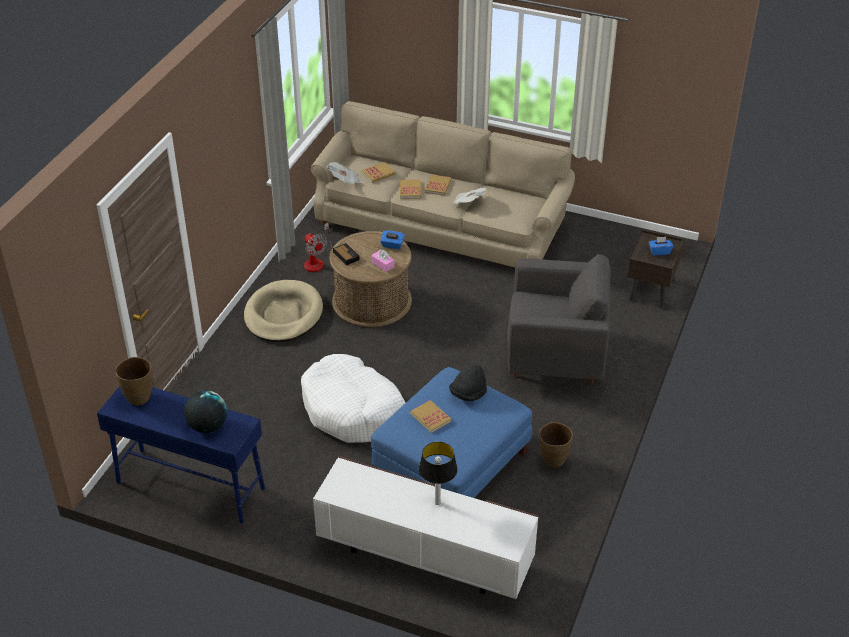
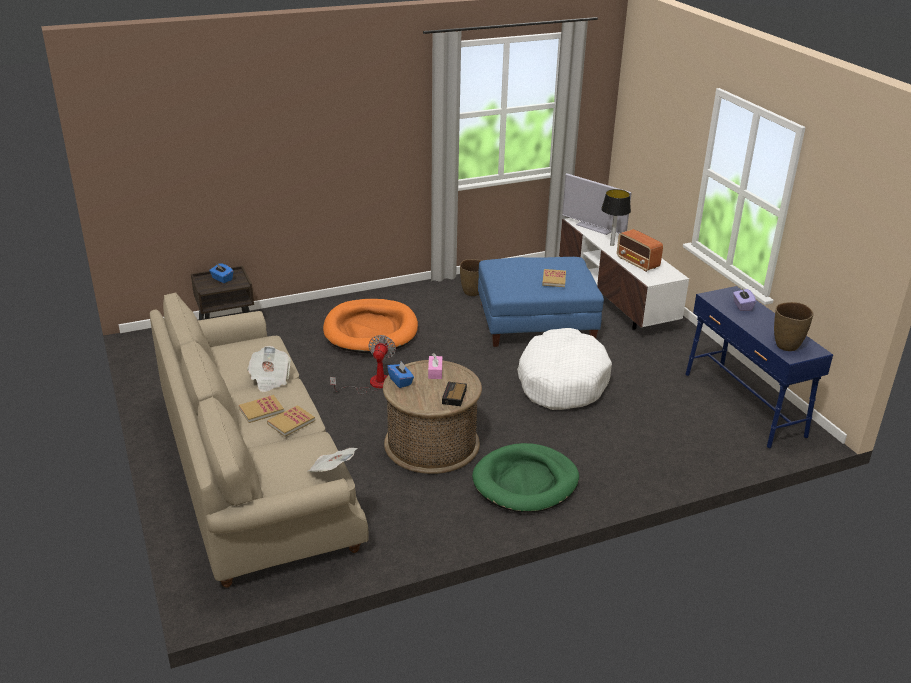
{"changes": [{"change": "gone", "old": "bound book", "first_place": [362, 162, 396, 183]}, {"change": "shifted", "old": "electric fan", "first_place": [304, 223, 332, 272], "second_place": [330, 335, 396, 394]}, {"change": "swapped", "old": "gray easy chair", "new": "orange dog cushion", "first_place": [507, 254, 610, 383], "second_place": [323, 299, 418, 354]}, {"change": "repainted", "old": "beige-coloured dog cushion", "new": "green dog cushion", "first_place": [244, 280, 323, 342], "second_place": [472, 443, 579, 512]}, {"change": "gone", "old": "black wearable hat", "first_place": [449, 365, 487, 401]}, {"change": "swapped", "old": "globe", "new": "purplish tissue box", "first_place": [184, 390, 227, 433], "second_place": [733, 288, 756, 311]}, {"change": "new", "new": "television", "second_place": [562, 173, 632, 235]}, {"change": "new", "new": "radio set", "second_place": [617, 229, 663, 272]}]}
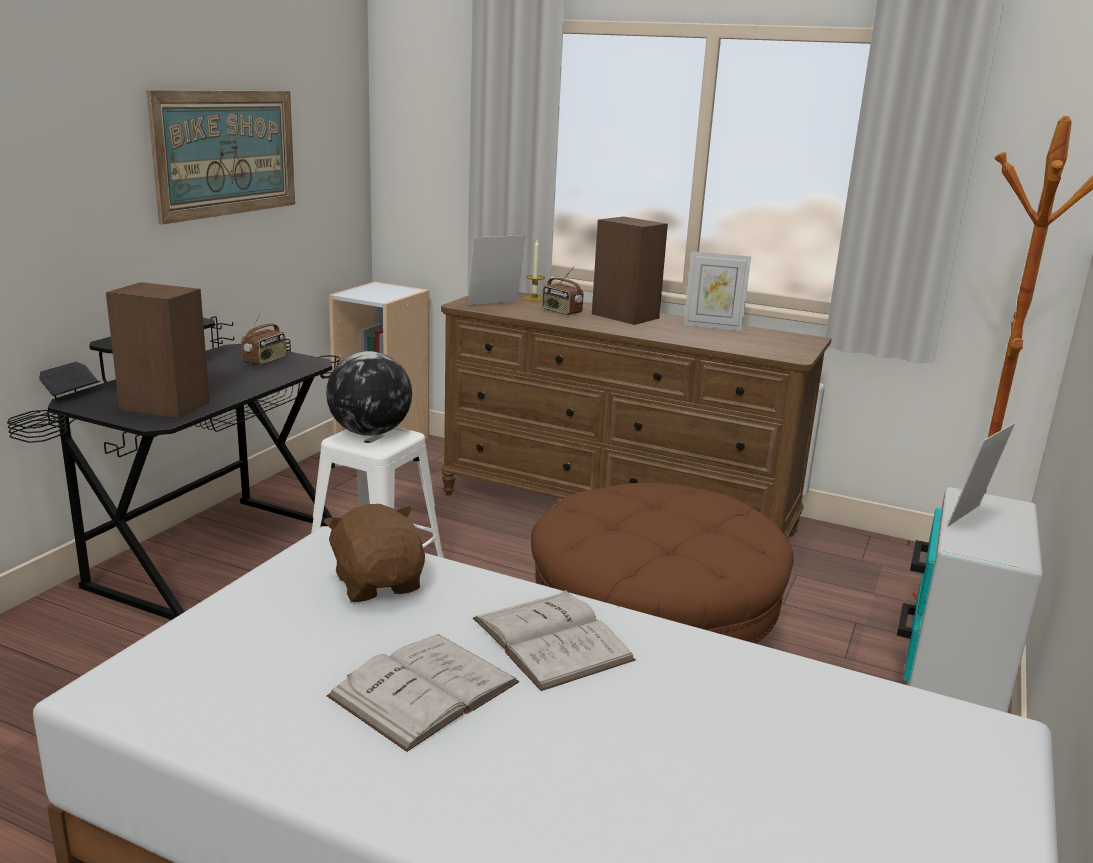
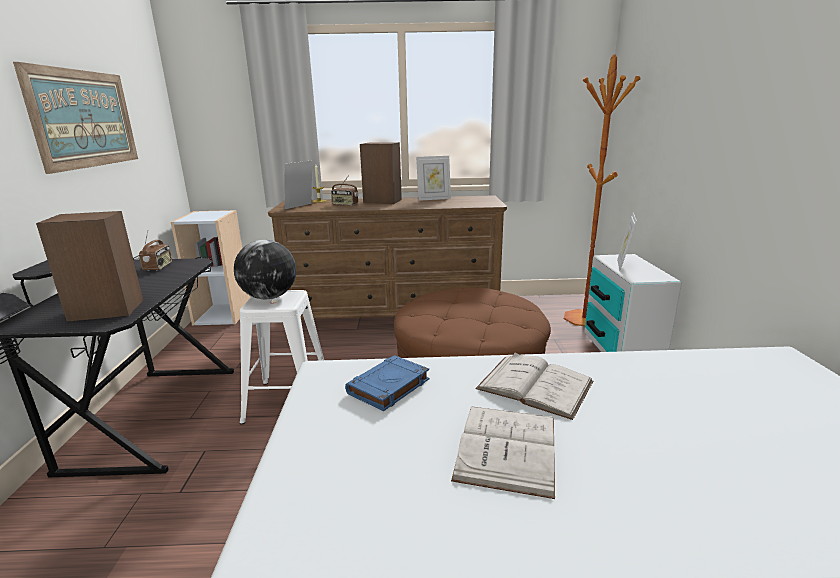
{"changes": [{"change": "swapped", "old": "brown-coloured cuddly toy", "new": "blue bound book", "first_place": [324, 504, 425, 602], "second_place": [345, 355, 429, 411]}]}
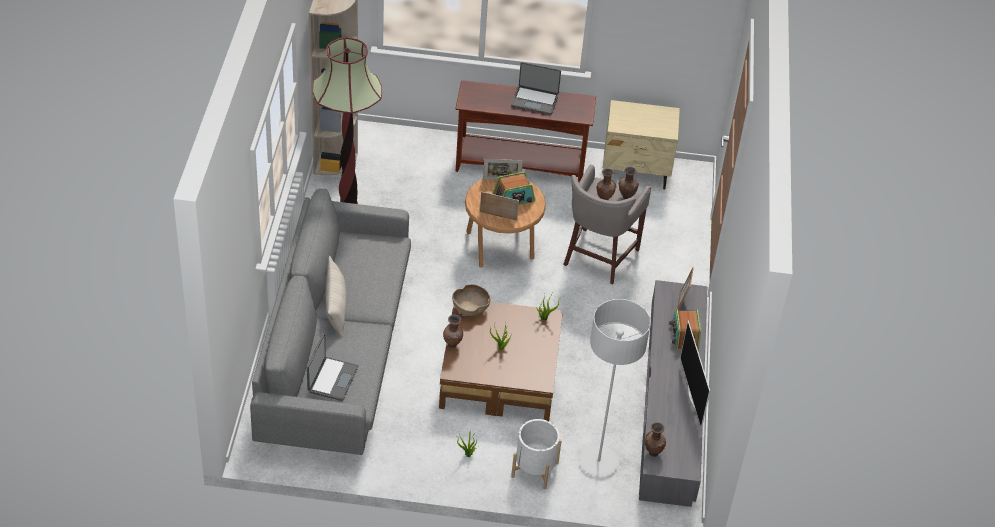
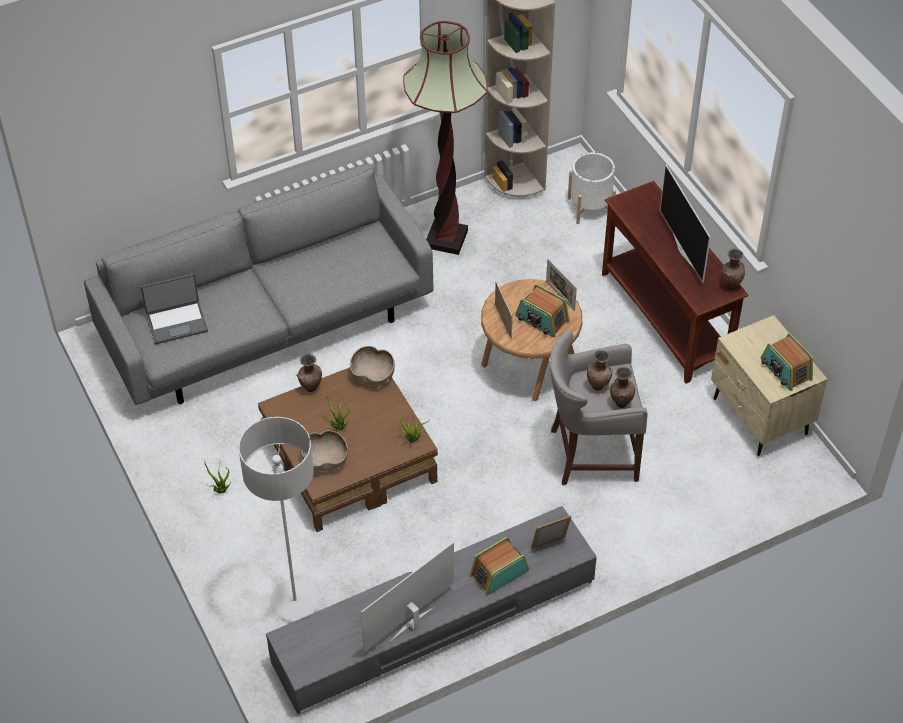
{"changes": [{"change": "swapped", "old": "portable computer", "new": "television", "first_place": [511, 62, 561, 115], "second_place": [660, 164, 711, 283]}, {"change": "gone", "old": "beige-coloured pillow", "first_place": [325, 256, 347, 338]}, {"change": "shifted", "old": "white plant pot", "first_place": [511, 419, 562, 489], "second_place": [568, 152, 616, 224]}, {"change": "shifted", "old": "brown-coloured vase", "first_place": [645, 422, 666, 457], "second_place": [721, 249, 745, 290]}, {"change": "new", "new": "radio set", "second_place": [761, 333, 813, 391]}, {"change": "new", "new": "brown-coloured serving bowl", "second_place": [301, 430, 348, 471]}]}
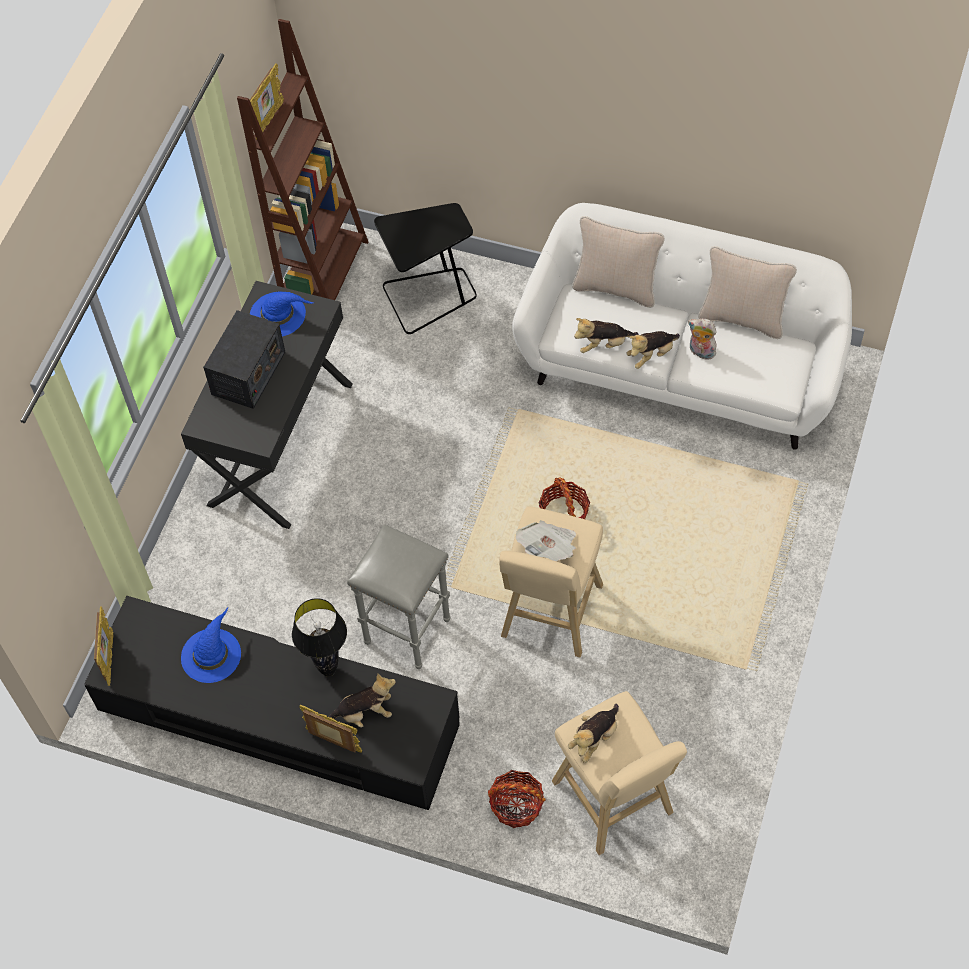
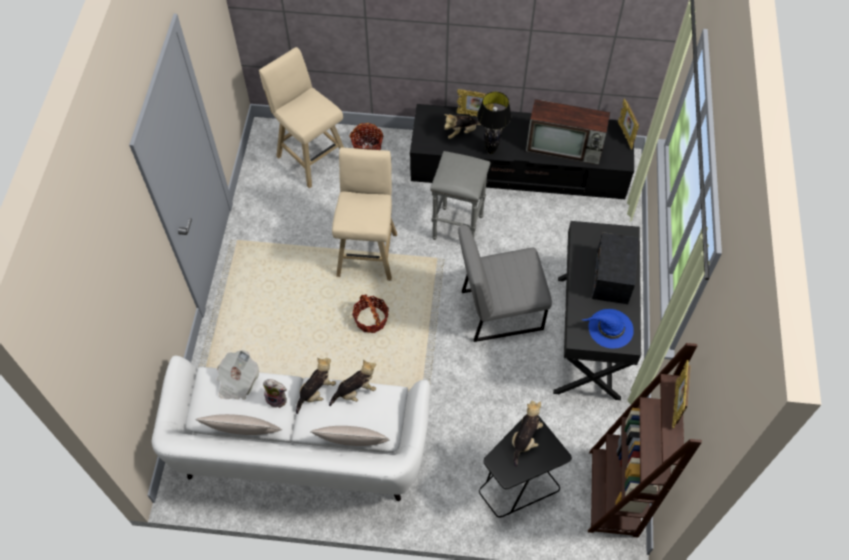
{"changes": [{"change": "shifted", "old": "daily paper", "first_place": [516, 520, 576, 561], "second_place": [217, 350, 259, 400]}, {"change": "swapped", "old": "blue wearable hat", "new": "television", "first_place": [181, 608, 241, 683], "second_place": [526, 99, 610, 165]}, {"change": "shifted", "old": "cuddly toy", "first_place": [568, 704, 619, 763], "second_place": [512, 401, 543, 467]}, {"change": "new", "new": "gray chair", "second_place": [458, 225, 552, 342]}]}
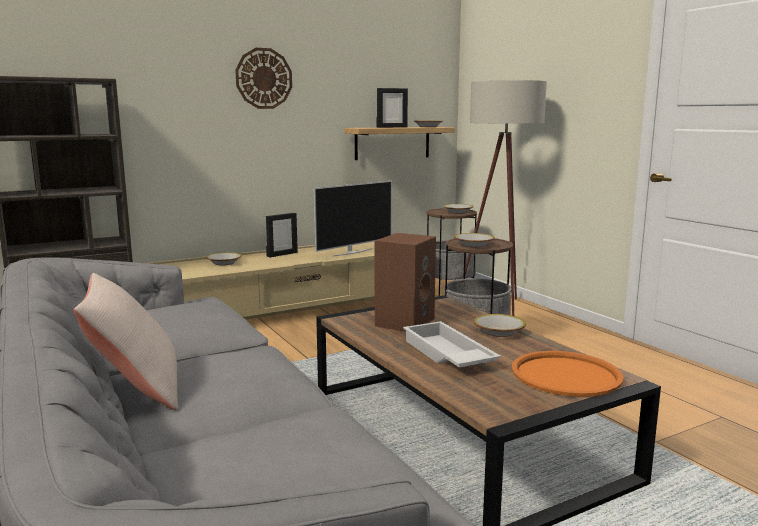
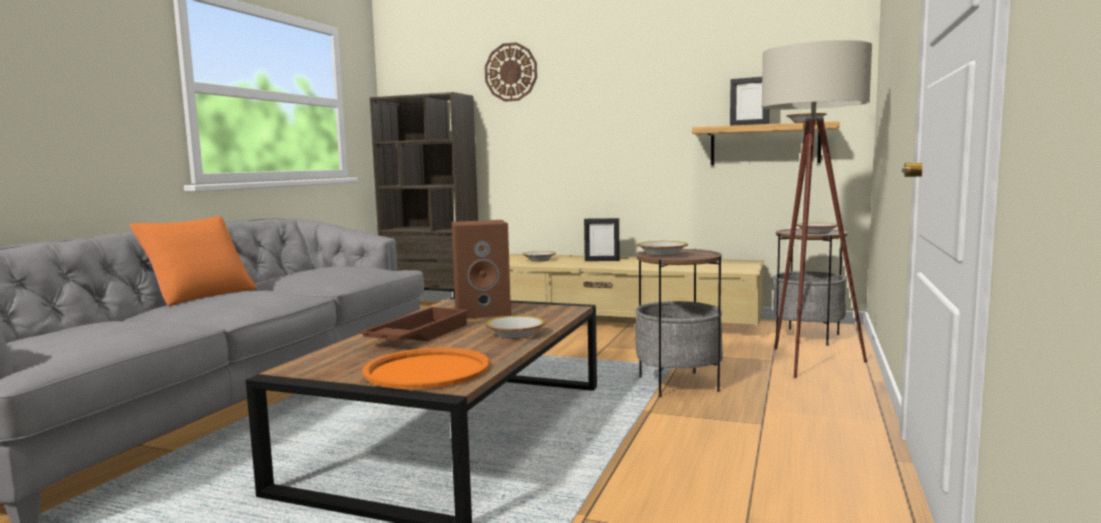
{"changes": [{"change": "shifted", "old": "clock on the wall", "first_place": [235, 48, 292, 109], "second_place": [485, 42, 537, 102]}, {"change": "gone", "old": "television", "first_place": [314, 181, 392, 256]}, {"change": "repainted", "old": "beige-coloured pillow", "new": "orange pillow", "first_place": [74, 273, 178, 410], "second_place": [130, 216, 258, 306]}, {"change": "repainted", "old": "white carrying tray", "new": "brown-coloured carrying tray", "first_place": [403, 321, 501, 368], "second_place": [359, 307, 469, 341]}]}
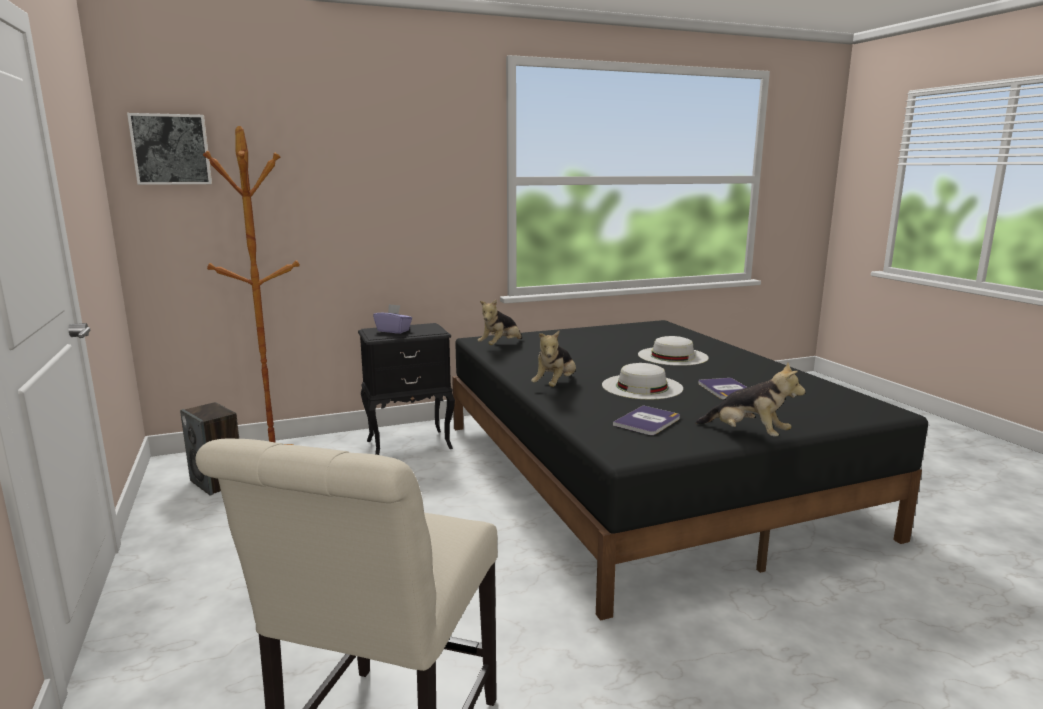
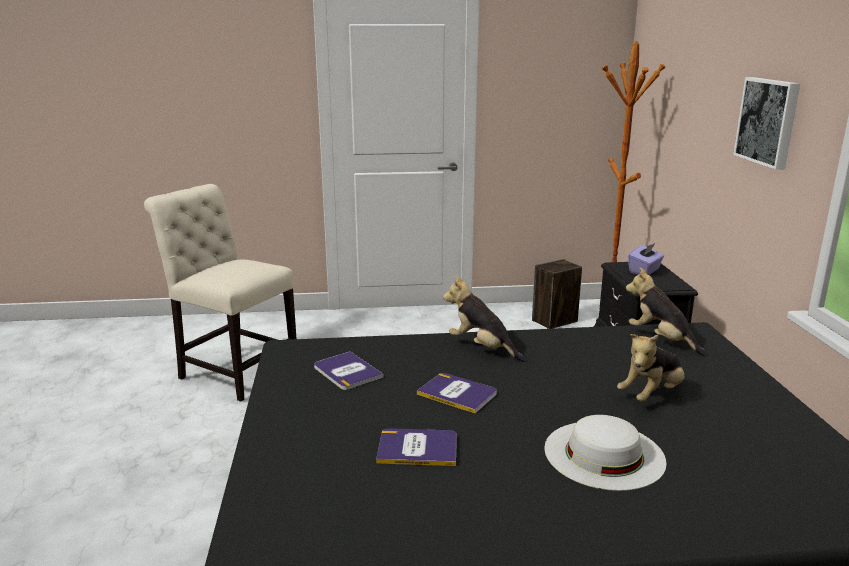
{"changes": [{"change": "shifted", "old": "wall picture", "first_place": [127, 113, 212, 185], "second_place": [733, 77, 800, 170]}, {"change": "shifted", "old": "cuddly toy", "first_place": [695, 362, 805, 436], "second_place": [617, 334, 684, 402]}, {"change": "swapped", "old": "white wearable hat", "new": "bound book", "first_place": [602, 363, 683, 399], "second_place": [417, 373, 497, 414]}]}
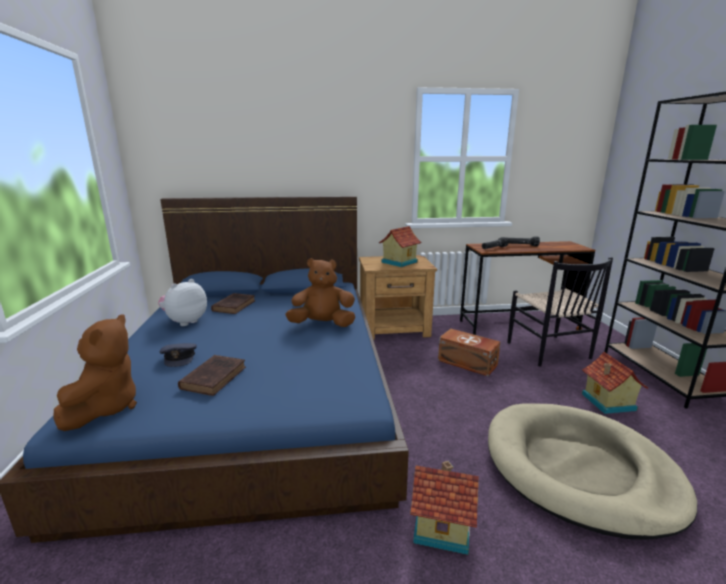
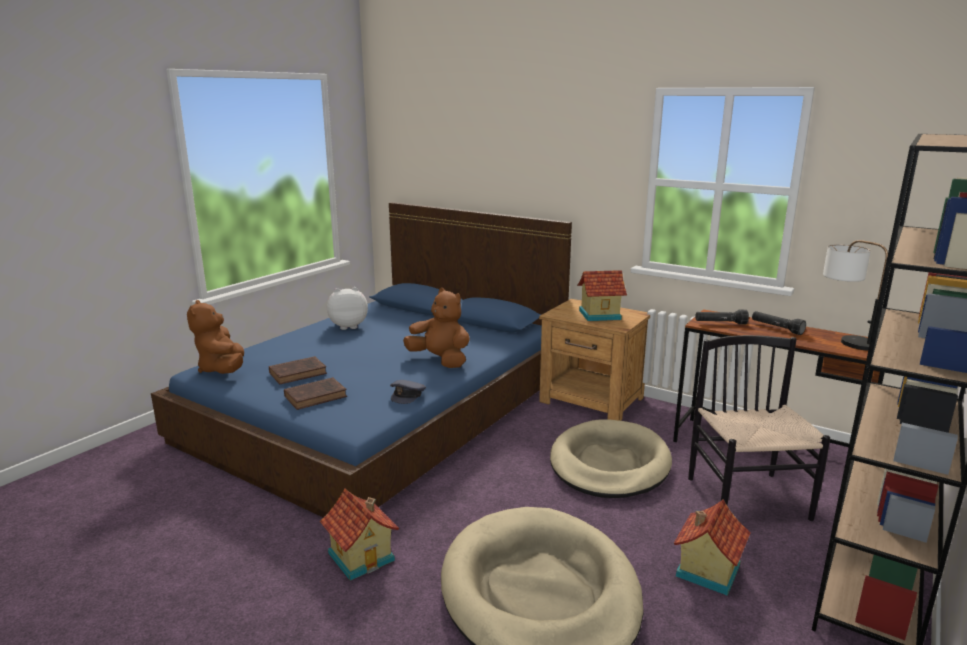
{"changes": [{"change": "rotated", "old": "black chair", "first_place": [507, 257, 613, 367], "second_place": [688, 335, 830, 521], "degrees": 150}, {"change": "shifted", "old": "brown-coloured bound book", "first_place": [211, 293, 256, 314], "second_place": [284, 377, 347, 410]}, {"change": "rotated", "old": "brown-coloured cuddly toy", "first_place": [53, 314, 137, 431], "second_place": [187, 300, 244, 374], "degrees": 120}, {"change": "swapped", "old": "brown-coloured storage box", "new": "beige-coloured dog cushion", "first_place": [438, 329, 500, 376], "second_place": [550, 419, 672, 498]}, {"change": "shifted", "old": "gray peaked cap", "first_place": [160, 343, 197, 367], "second_place": [390, 380, 426, 404]}, {"change": "new", "new": "table lamp", "second_place": [823, 240, 888, 351]}]}
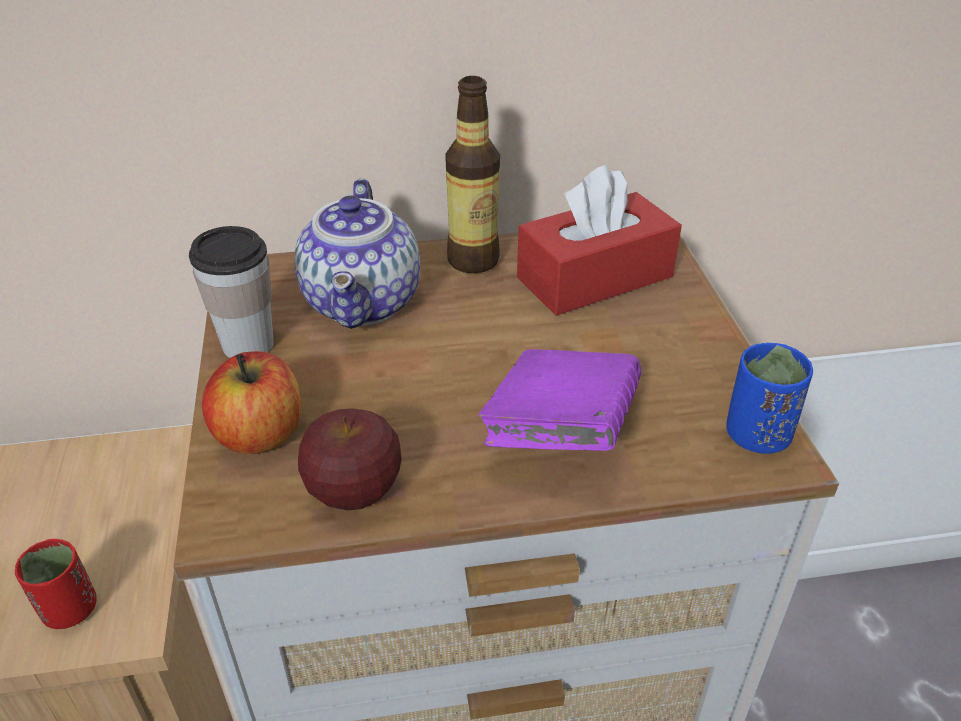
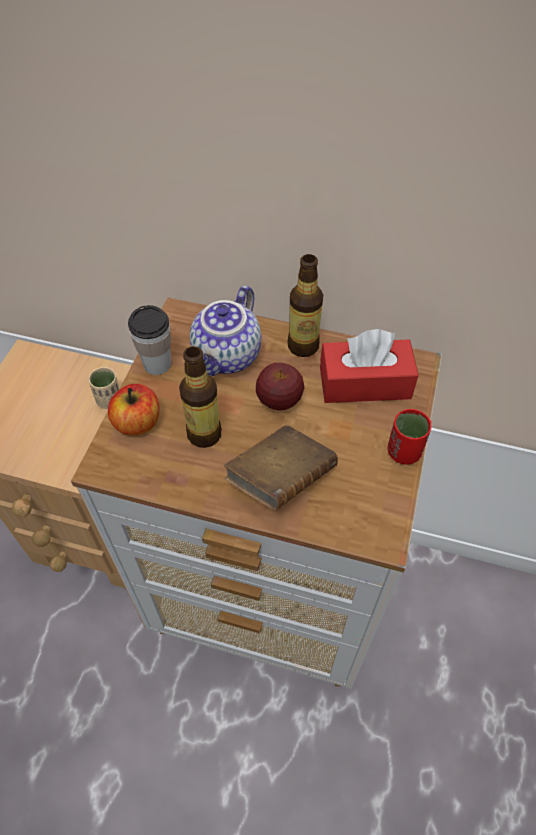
{"changes": [{"change": "gone", "old": "blue drinking cup", "first_place": [726, 343, 813, 454]}, {"change": "repainted", "old": "purplish bound book", "new": "brown-coloured bound book", "first_place": [479, 349, 641, 451], "second_place": [224, 425, 338, 511]}, {"change": "shifted", "old": "apple", "first_place": [298, 408, 402, 510], "second_place": [256, 363, 304, 410]}, {"change": "shifted", "old": "red-coloured drinking cup", "first_place": [15, 539, 97, 629], "second_place": [388, 409, 431, 464]}, {"change": "new", "new": "drink bottle", "second_place": [179, 346, 222, 448]}, {"change": "new", "new": "beige-coloured drinking cup", "second_place": [88, 367, 120, 409]}]}
